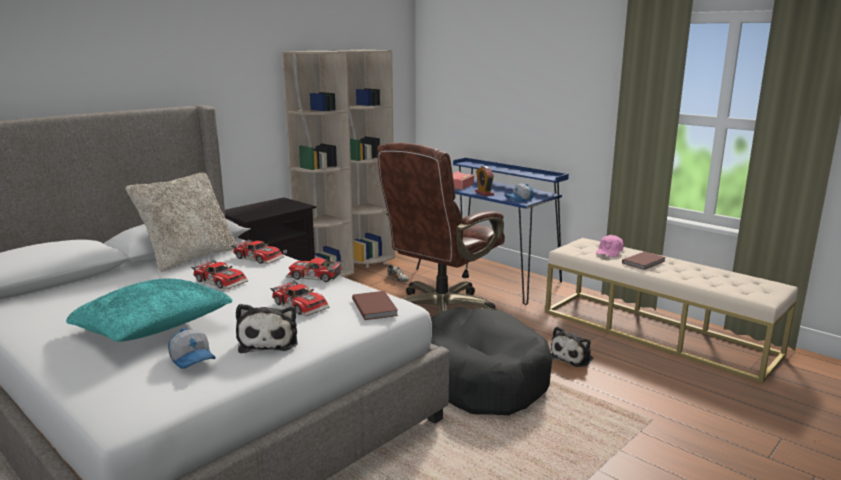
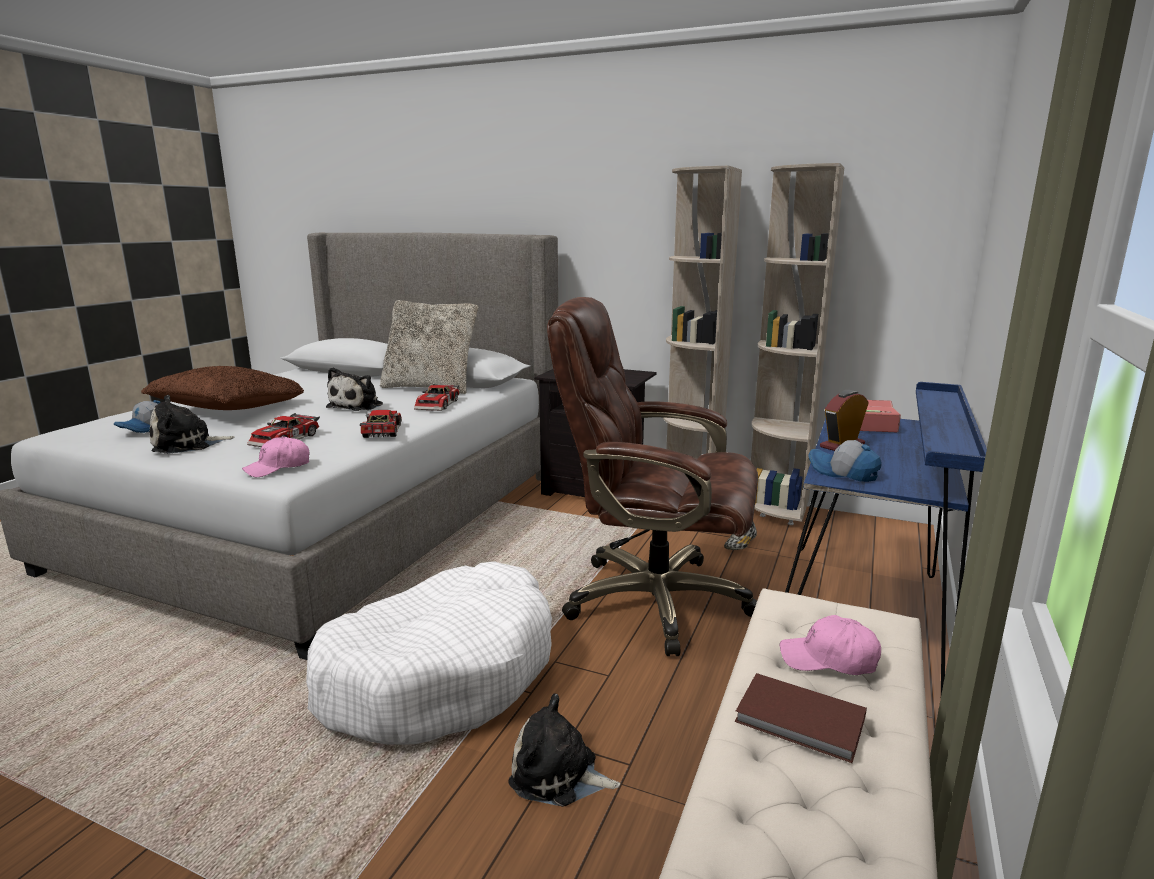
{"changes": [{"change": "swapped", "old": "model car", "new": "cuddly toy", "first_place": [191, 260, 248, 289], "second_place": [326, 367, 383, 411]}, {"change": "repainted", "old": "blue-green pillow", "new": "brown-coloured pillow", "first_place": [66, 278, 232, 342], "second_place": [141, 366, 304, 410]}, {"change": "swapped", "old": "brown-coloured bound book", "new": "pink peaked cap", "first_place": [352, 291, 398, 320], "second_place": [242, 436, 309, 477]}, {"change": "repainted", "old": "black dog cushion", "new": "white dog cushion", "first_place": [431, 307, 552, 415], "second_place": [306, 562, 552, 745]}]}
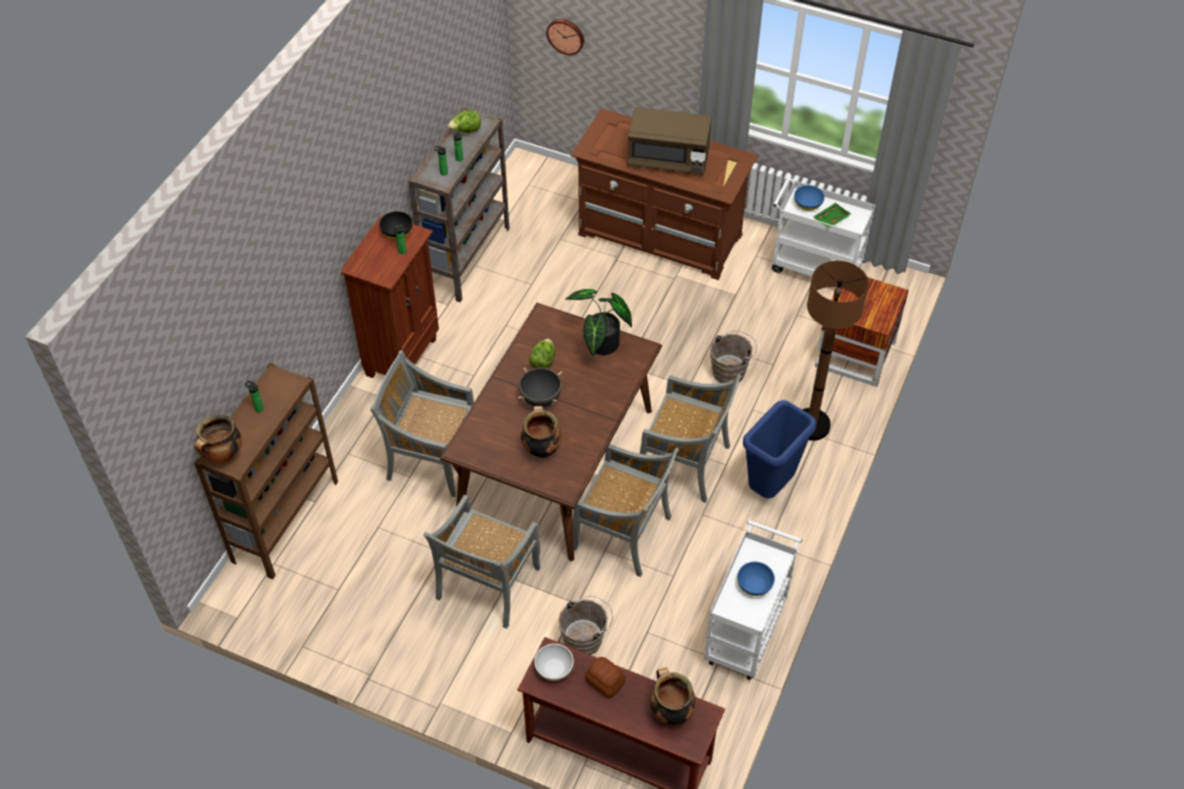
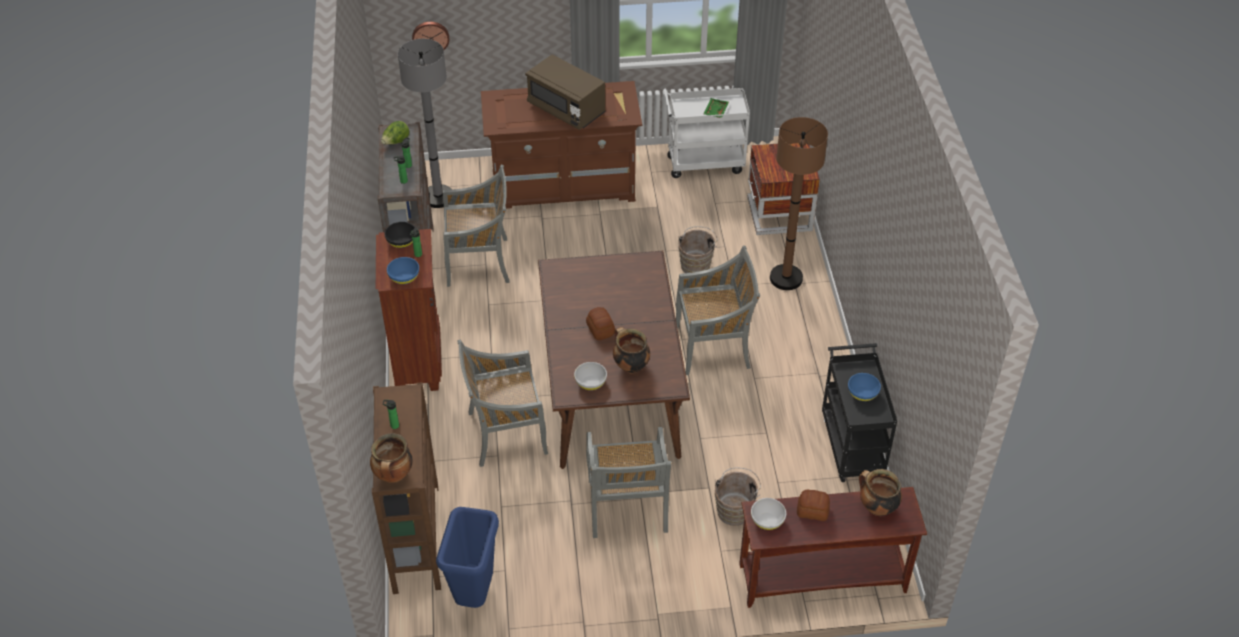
{"changes": [{"change": "rotated", "old": "brown-coloured microwave", "first_place": [627, 107, 712, 175], "second_place": [525, 55, 606, 130], "degrees": 60}, {"change": "shifted", "old": "blue serving bowl", "first_place": [794, 185, 825, 211], "second_place": [387, 257, 419, 284]}, {"change": "gone", "old": "potted plant", "first_place": [565, 289, 632, 356]}, {"change": "gone", "old": "head of lettuce", "first_place": [529, 339, 555, 368]}, {"change": "swapped", "old": "black cooking pot", "new": "bakery bread", "first_place": [518, 368, 562, 407], "second_place": [586, 307, 615, 340]}, {"change": "shifted", "old": "blue trash can", "first_place": [743, 400, 817, 498], "second_place": [436, 507, 499, 608]}, {"change": "shifted", "old": "gray chair", "first_place": [573, 444, 679, 577], "second_place": [443, 165, 510, 287]}, {"change": "repainted", "old": "white cart", "new": "black cart", "first_place": [704, 520, 802, 680], "second_place": [822, 343, 897, 482]}, {"change": "new", "new": "gray floor lamp", "second_place": [398, 39, 452, 208]}, {"change": "new", "new": "white serving bowl", "second_place": [574, 362, 607, 390]}]}
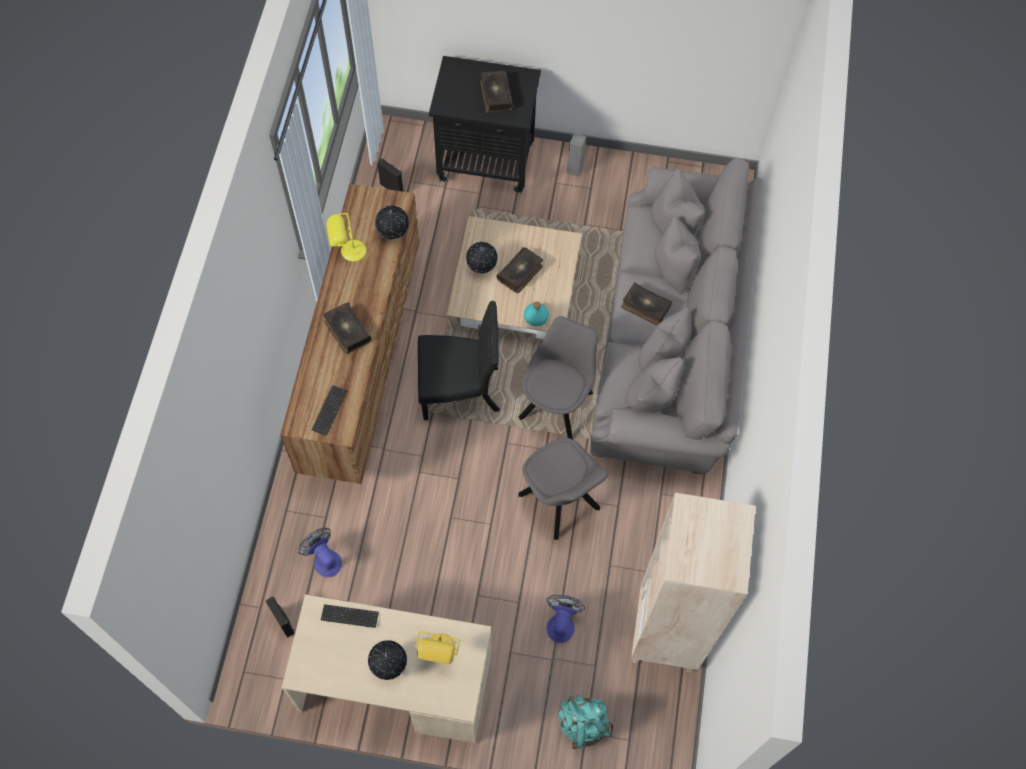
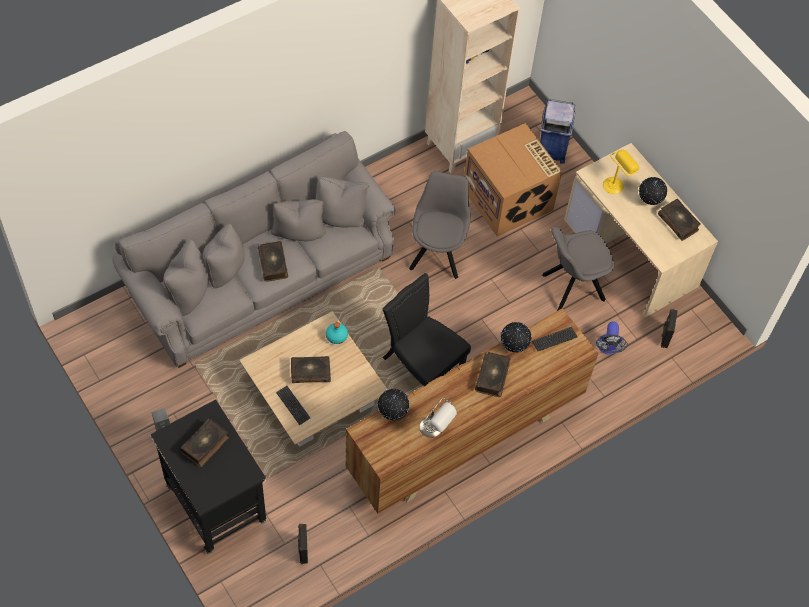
{"changes": [{"change": "repainted", "old": "yellow-coloured table lamp", "new": "white table lamp", "first_place": [326, 213, 366, 261], "second_place": [419, 398, 457, 438]}, {"change": "shifted", "old": "globe", "first_place": [466, 242, 498, 273], "second_place": [501, 322, 531, 352]}, {"change": "shifted", "old": "gray chair", "first_place": [519, 316, 598, 439], "second_place": [542, 226, 614, 311]}, {"change": "swapped", "old": "electric fan", "new": "cardboard box", "first_place": [546, 595, 585, 643], "second_place": [464, 123, 562, 237]}, {"change": "shifted", "old": "PC keyboard", "first_place": [321, 604, 379, 628], "second_place": [276, 386, 310, 425]}, {"change": "swapped", "old": "blue-green backpack", "new": "blue trash can", "first_place": [558, 695, 614, 749], "second_place": [540, 99, 575, 164]}, {"change": "new", "new": "bound book", "second_place": [658, 199, 701, 241]}]}
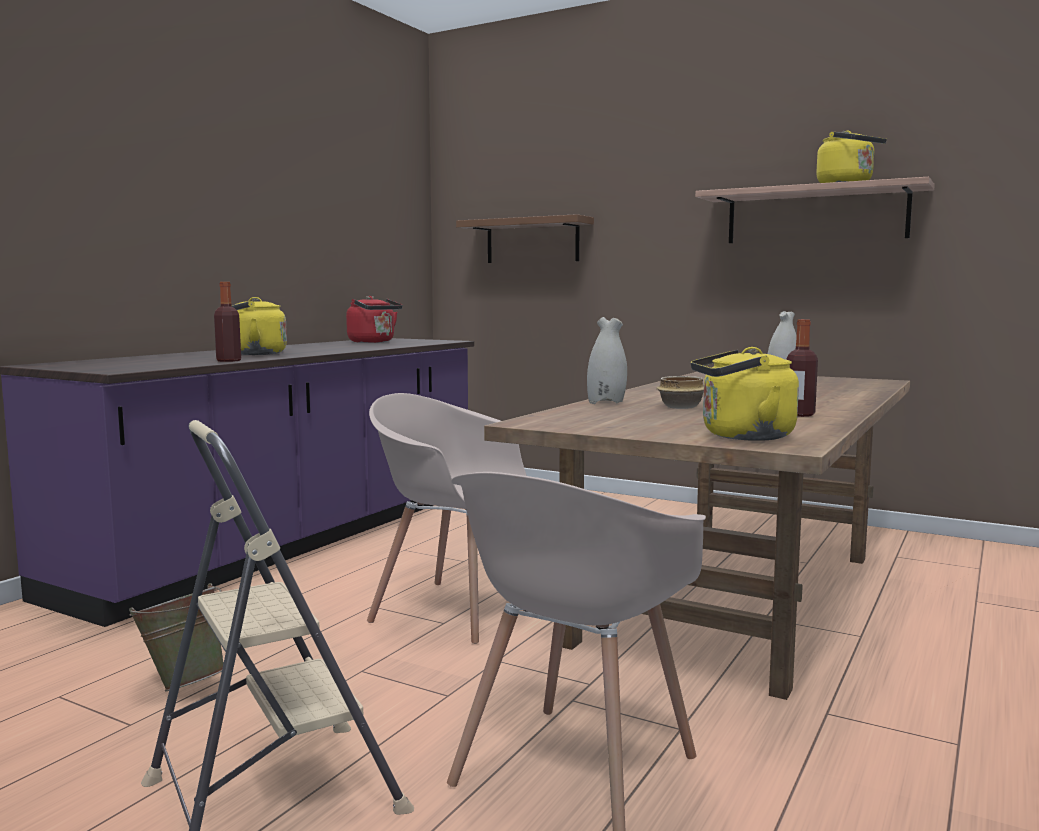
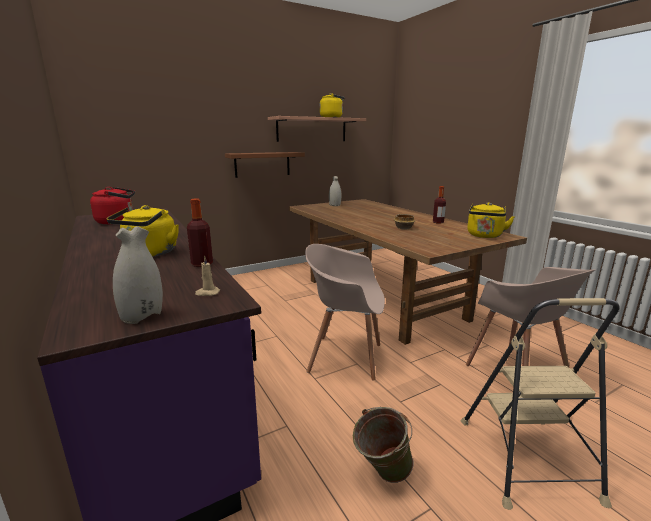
{"changes": [{"change": "shifted", "old": "brown-coloured wall shelf", "first_place": [456, 214, 594, 263], "second_place": [225, 152, 305, 178]}, {"change": "shifted", "old": "white vase", "first_place": [587, 317, 627, 404], "second_place": [113, 226, 163, 324]}, {"change": "rotated", "old": "beige-coloured chair", "first_place": [367, 393, 527, 644], "second_place": [305, 244, 385, 381], "degrees": 45}, {"change": "new", "new": "beige-coloured candle", "second_place": [195, 255, 220, 296]}]}
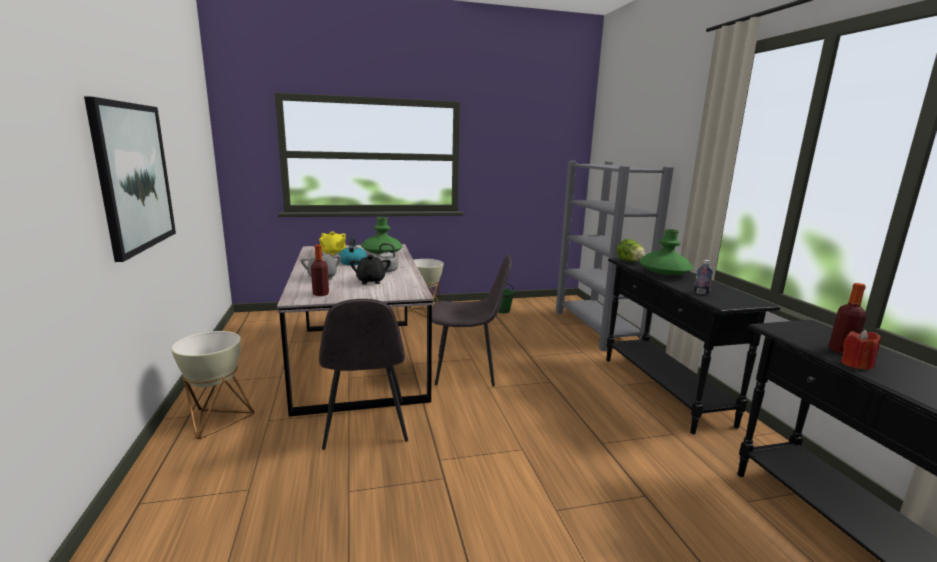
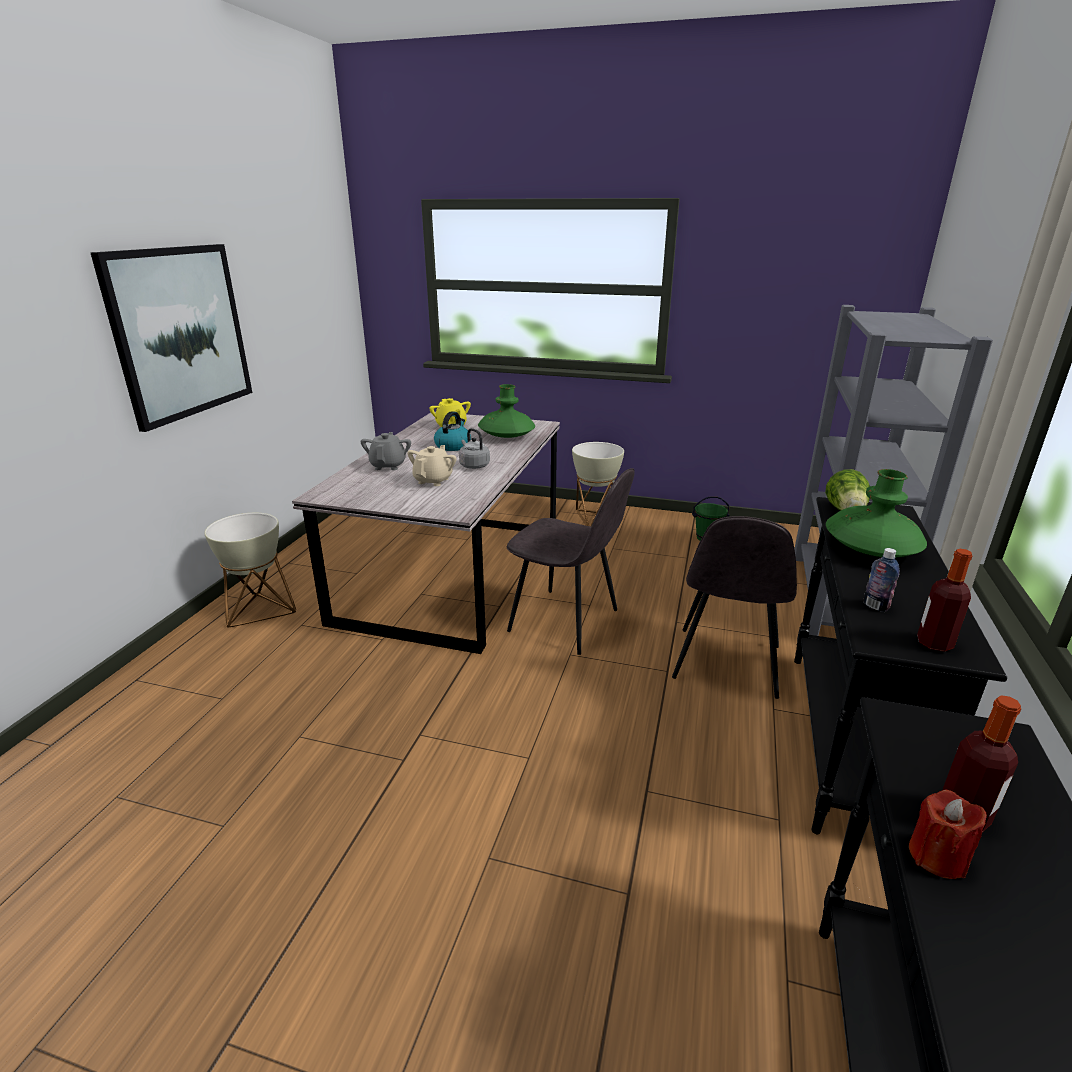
{"changes": [{"change": "shifted", "old": "drink bottle", "first_place": [311, 245, 329, 296], "second_place": [917, 549, 972, 652]}, {"change": "repainted", "old": "black teapot", "new": "beige-coloured teapot", "first_place": [350, 255, 391, 284], "second_place": [407, 445, 457, 486]}, {"change": "shifted", "old": "gray chair", "first_place": [319, 299, 408, 450], "second_place": [672, 516, 797, 699]}]}
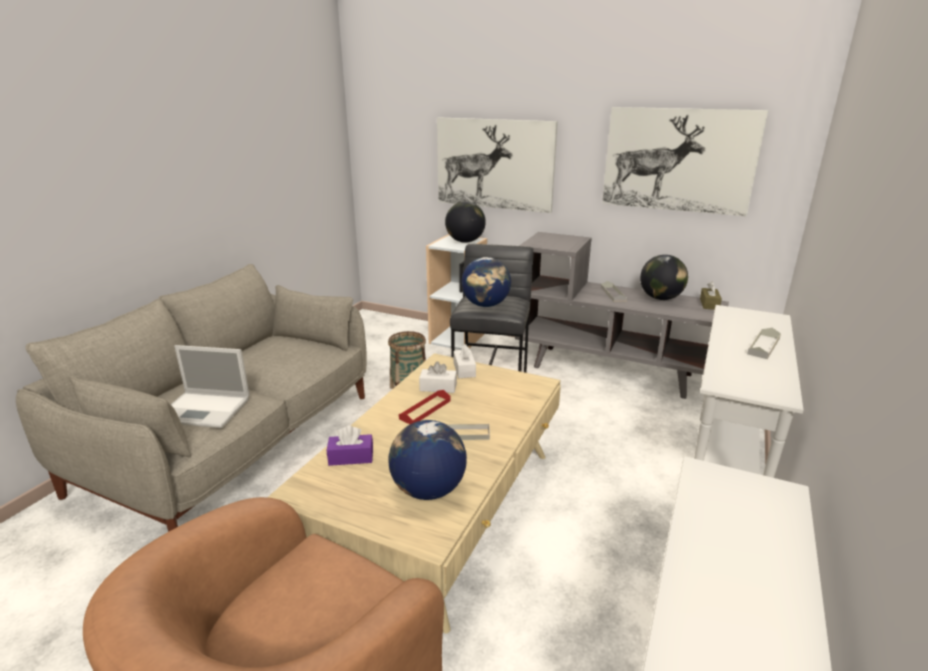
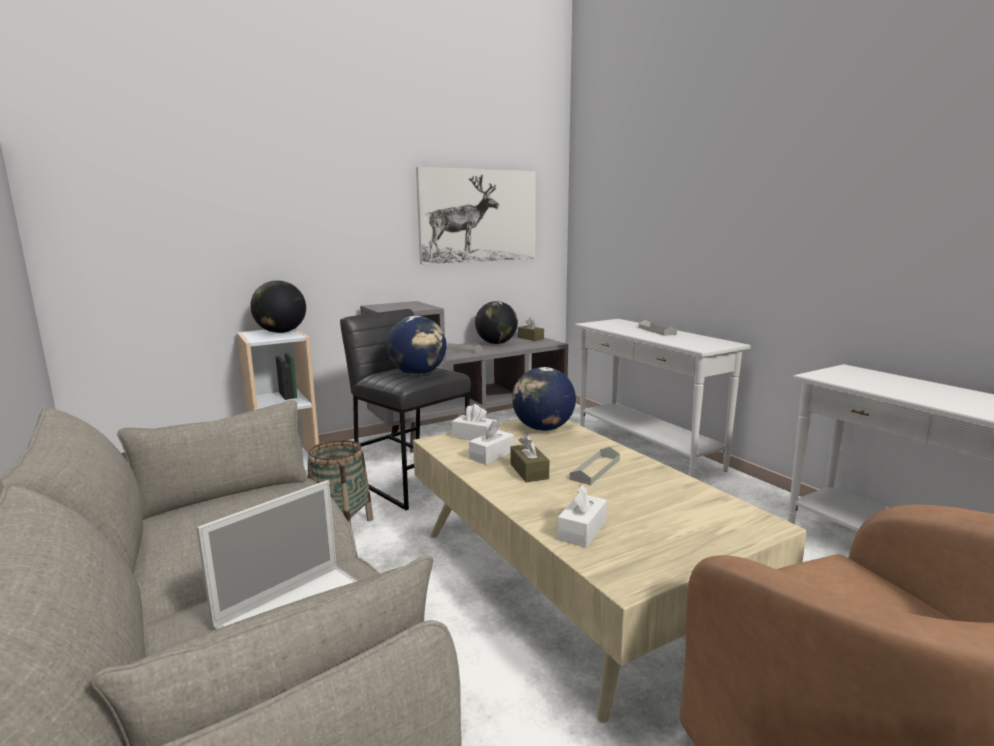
{"changes": [{"change": "gone", "old": "wall picture", "first_place": [437, 117, 558, 213]}, {"change": "swapped", "old": "red-coloured carrying tray", "new": "brown-coloured tissue box", "first_place": [399, 390, 451, 424], "second_place": [510, 434, 549, 482]}, {"change": "shifted", "old": "globe", "first_place": [388, 420, 467, 500], "second_place": [512, 367, 576, 431]}, {"change": "repainted", "old": "purplish tissue box", "new": "white tissue box", "first_place": [327, 425, 373, 466], "second_place": [557, 484, 607, 547]}]}
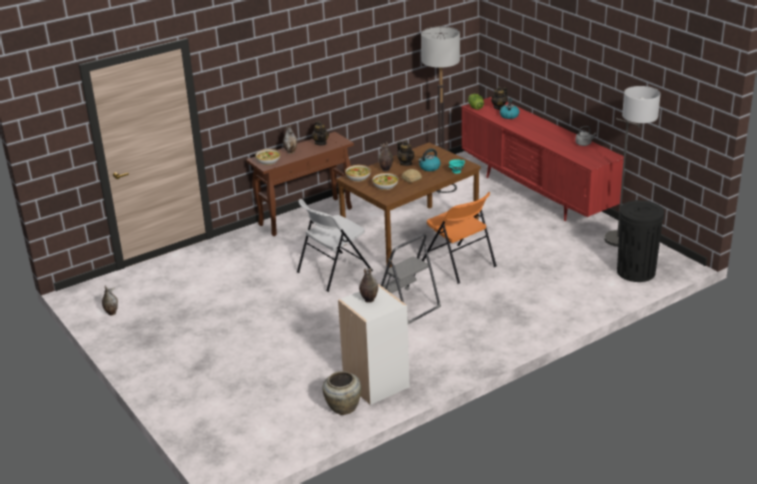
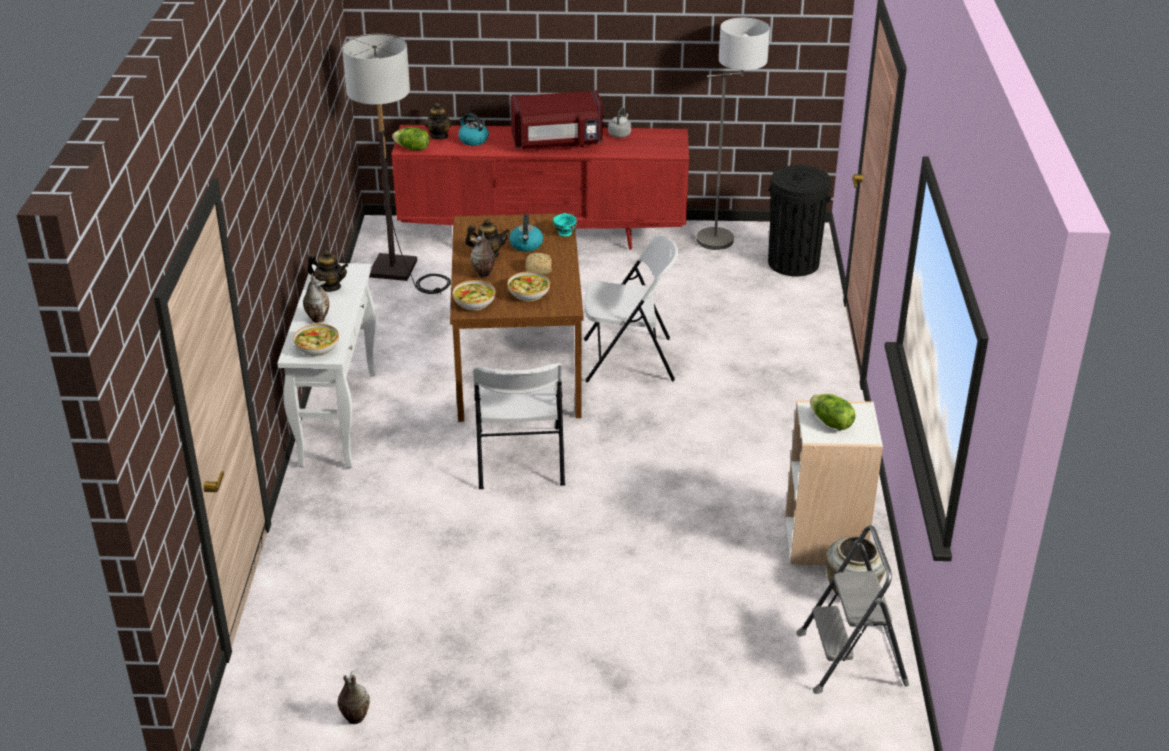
{"changes": [{"change": "repainted", "old": "brown-coloured console table", "new": "white console table", "first_place": [246, 132, 354, 236], "second_place": [277, 263, 376, 468]}, {"change": "repainted", "old": "orange chair", "new": "white chair", "first_place": [422, 192, 497, 284], "second_place": [584, 235, 678, 382]}, {"change": "shifted", "old": "gray stepladder", "first_place": [381, 234, 441, 324], "second_place": [796, 525, 909, 694]}, {"change": "swapped", "old": "vase", "new": "head of lettuce", "first_place": [359, 268, 378, 303], "second_place": [810, 394, 856, 430]}, {"change": "new", "new": "red-coloured microwave", "second_place": [511, 90, 603, 150]}]}
